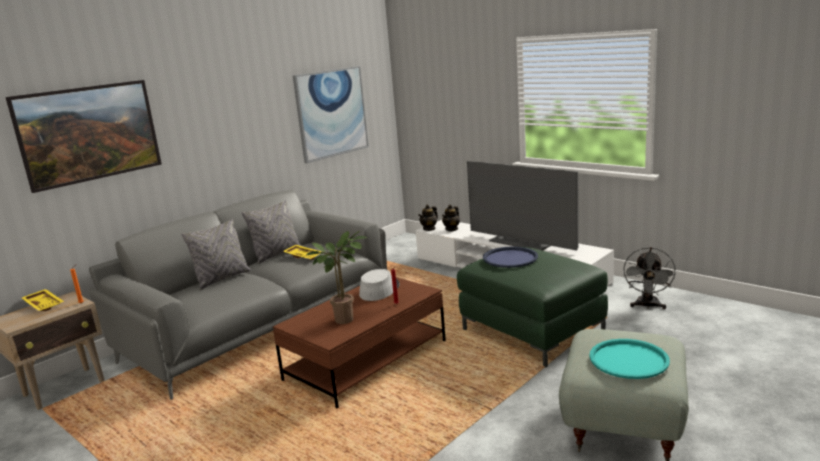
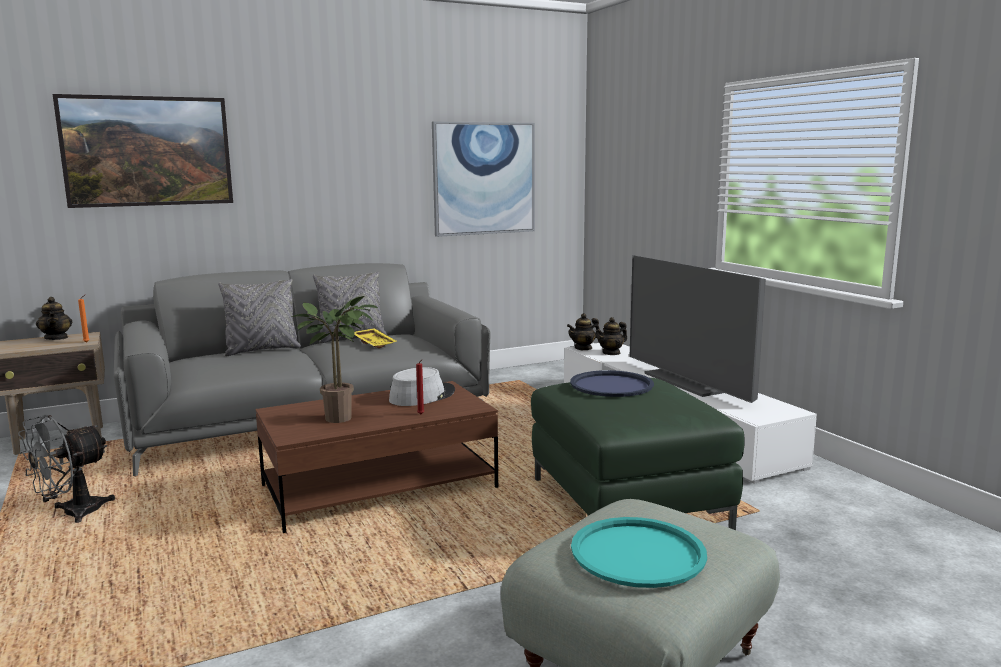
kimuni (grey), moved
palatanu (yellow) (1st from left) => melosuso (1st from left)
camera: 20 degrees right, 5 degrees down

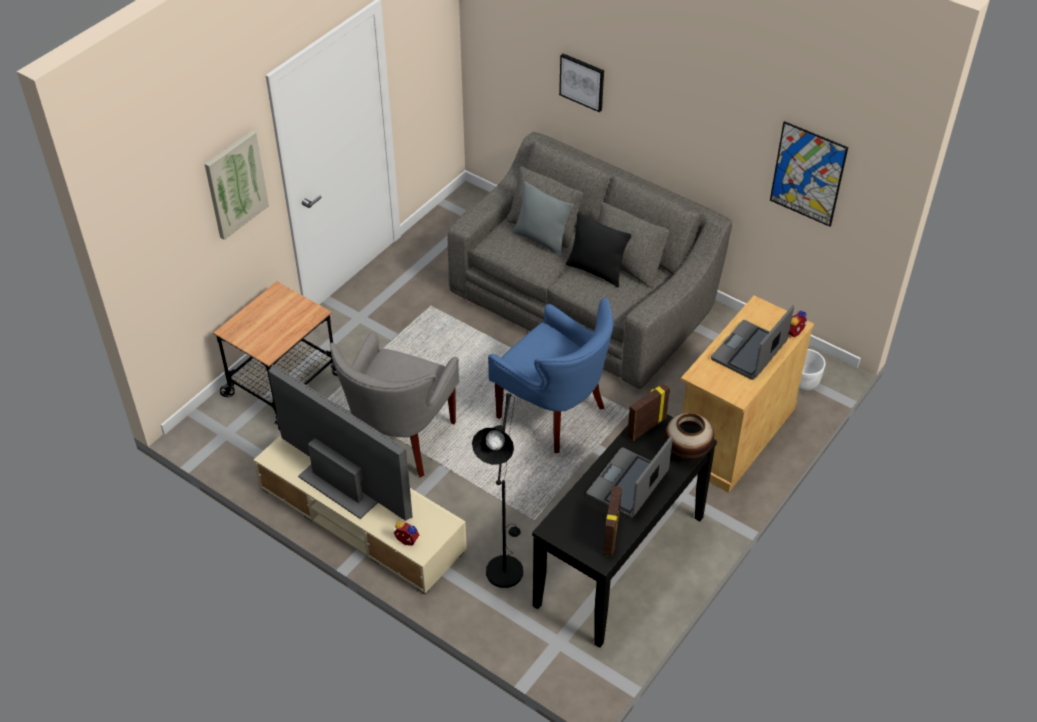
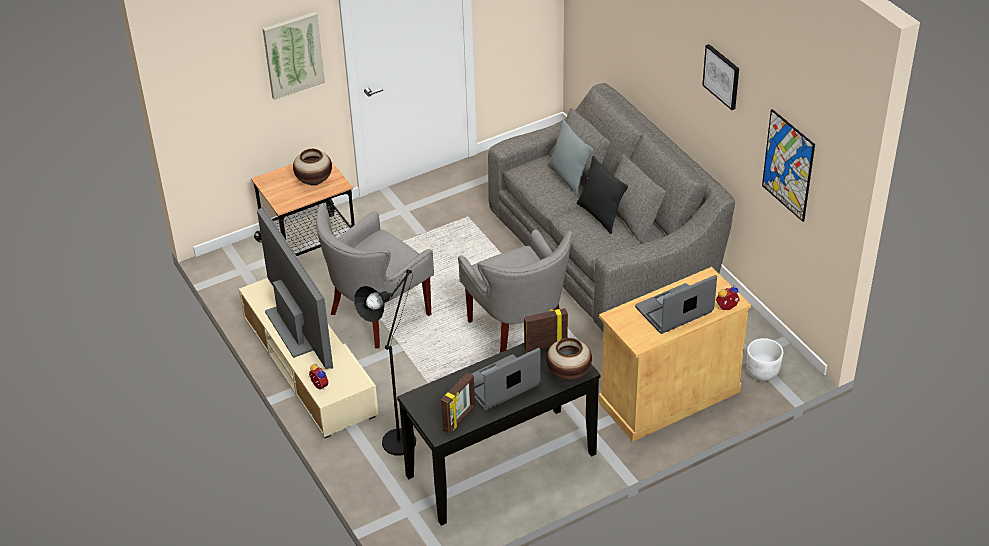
nothing => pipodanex (1st from left)
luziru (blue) => luziru (grey) (2nd from left)
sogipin (2nd from left), moved
camera: 25 degrees right, 5 degrees down

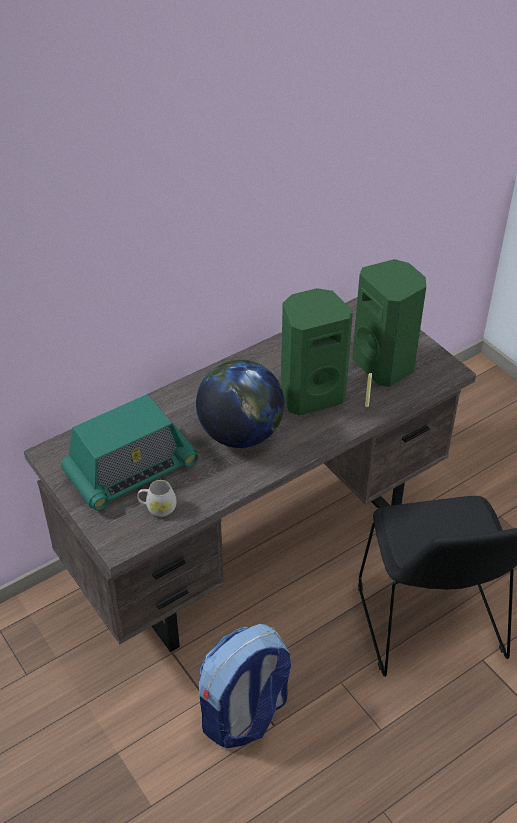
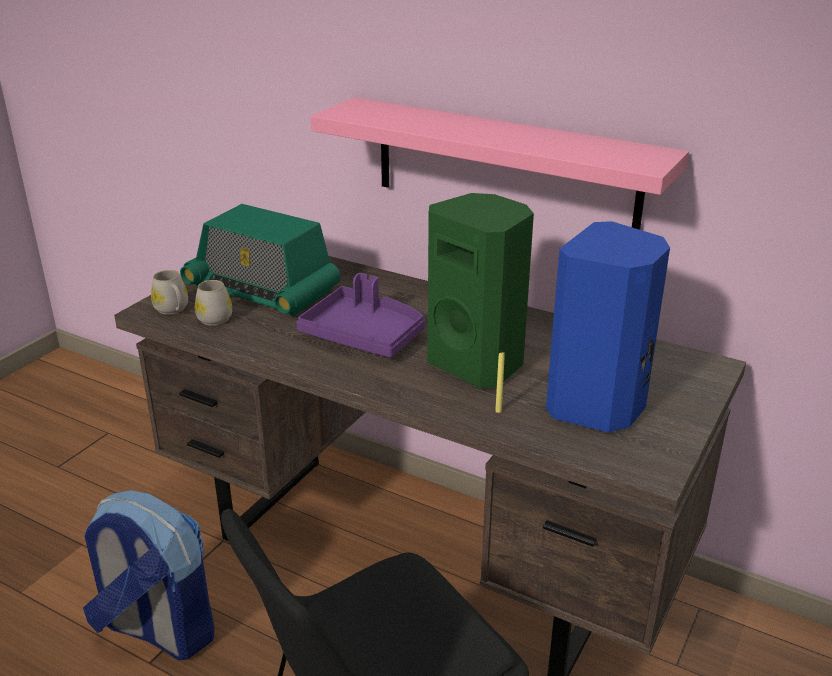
nothing => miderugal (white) (1st from left)
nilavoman => palatanu (purple)
nothing => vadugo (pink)
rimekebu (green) (2nd from left) => rimekebu (blue)
camera: 65 degrees right, 15 degrees down

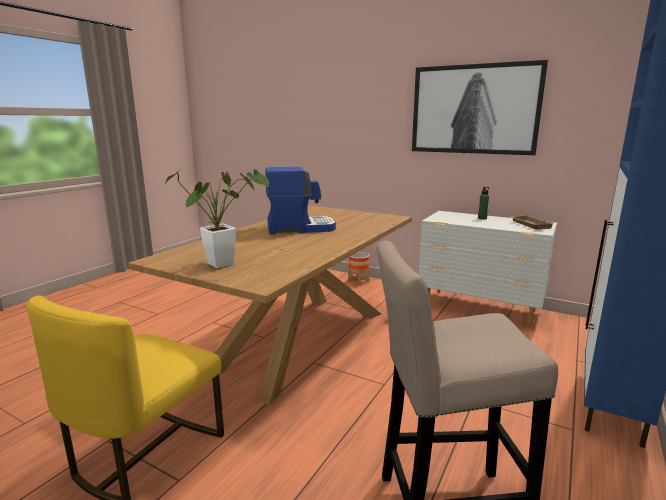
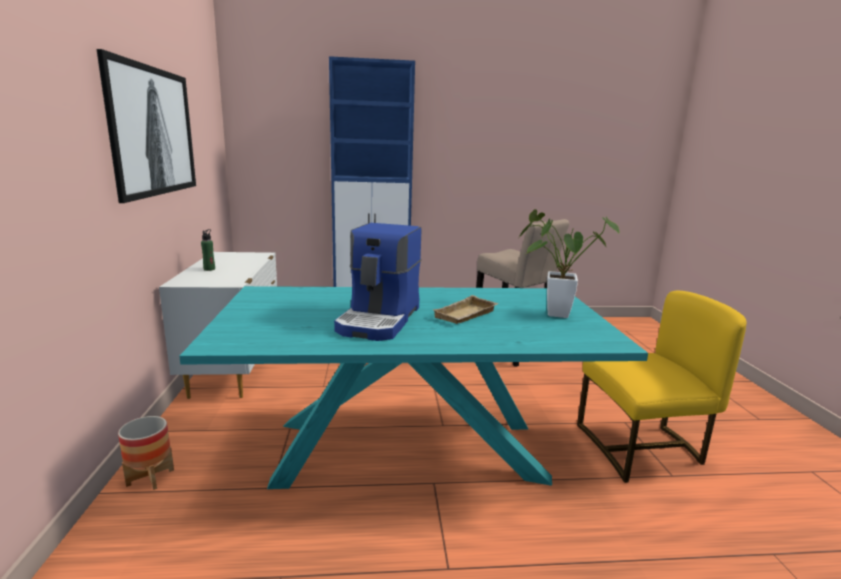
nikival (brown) => nikival (turquoise)
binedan, 120 degrees counterclockwise
palatanu (beige), moved
camera: 125 degrees left, 0 degrees up

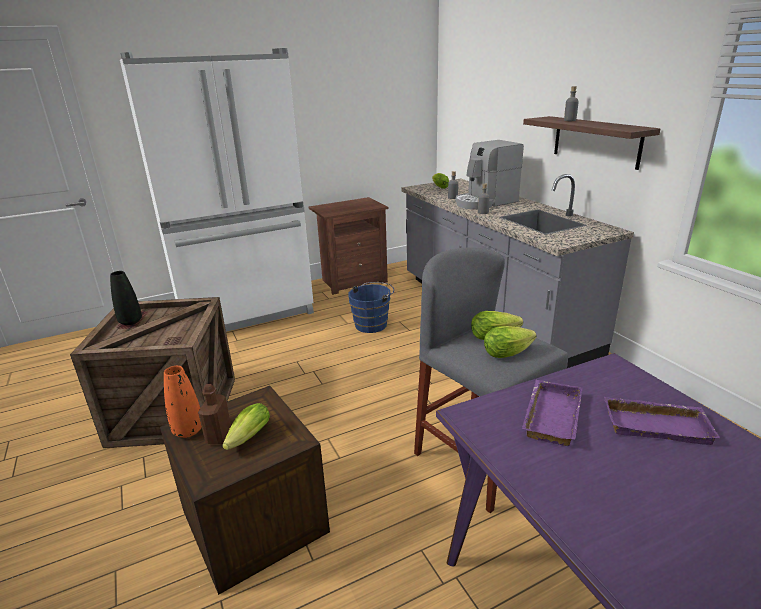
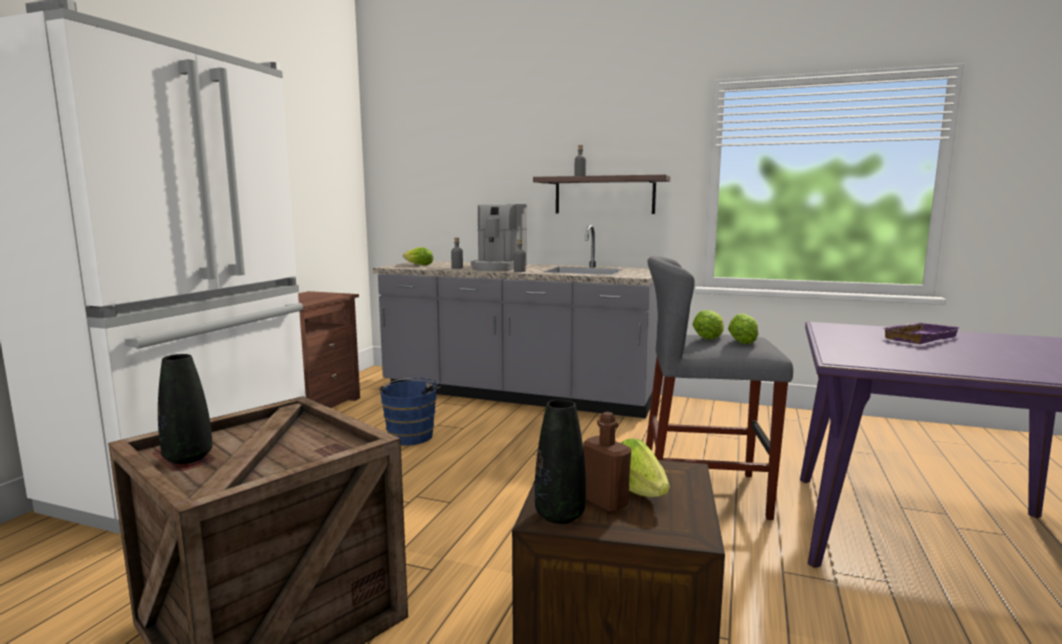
pipodanex (orange) => pipodanex (black) (2nd from left)
palatanu (purple) (1st from left) => nothing
camera: 45 degrees left, 15 degrees down

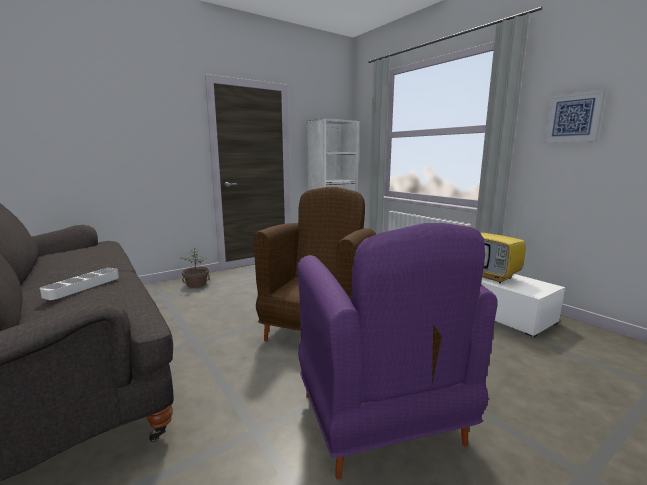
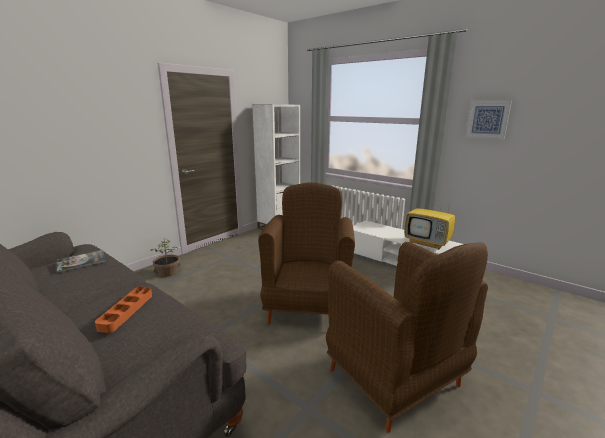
nothing => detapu
palatanu (white) => palatanu (orange)
luziru (purple) => luziru (brown) (2nd from left)
camera: 15 degrees left, 5 degrees up

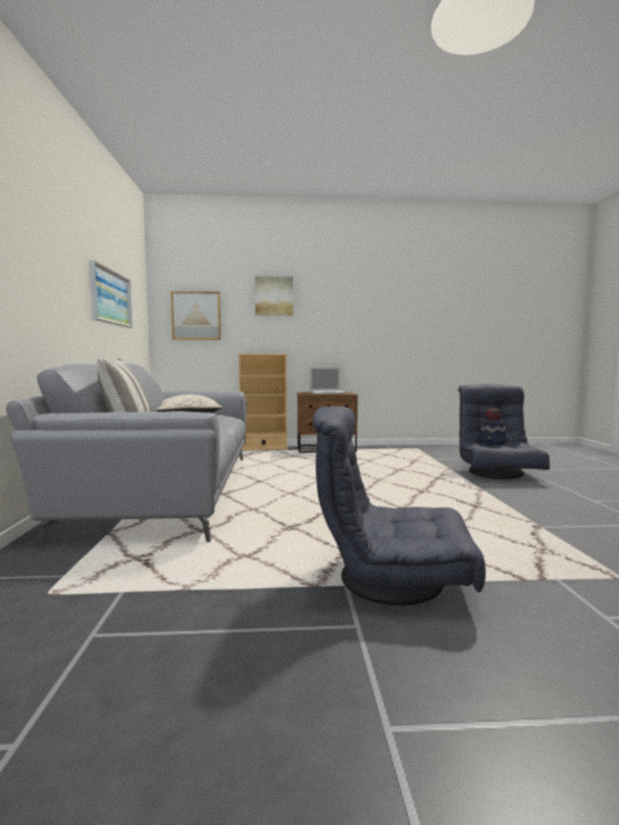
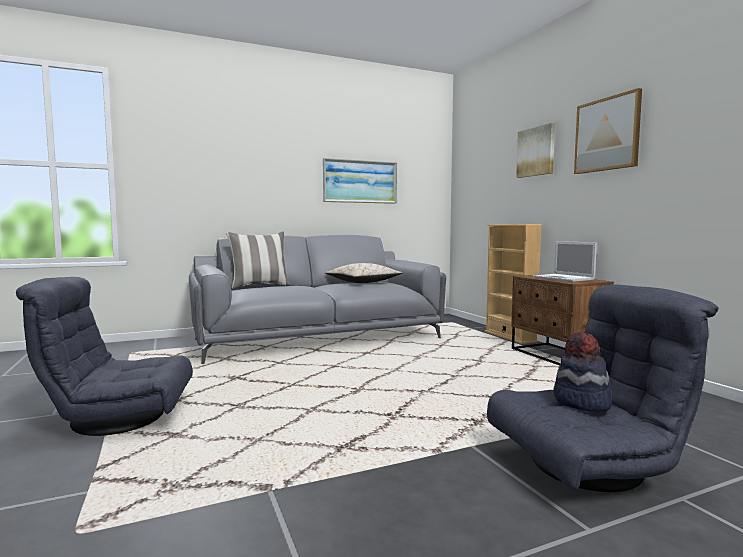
luziru (grey) (1st from left), 90 degrees counterclockwise
sogipin (2nd from left in the first image) => sogipin (3rd from left), moved
camera: 70 degrees right, 0 degrees up

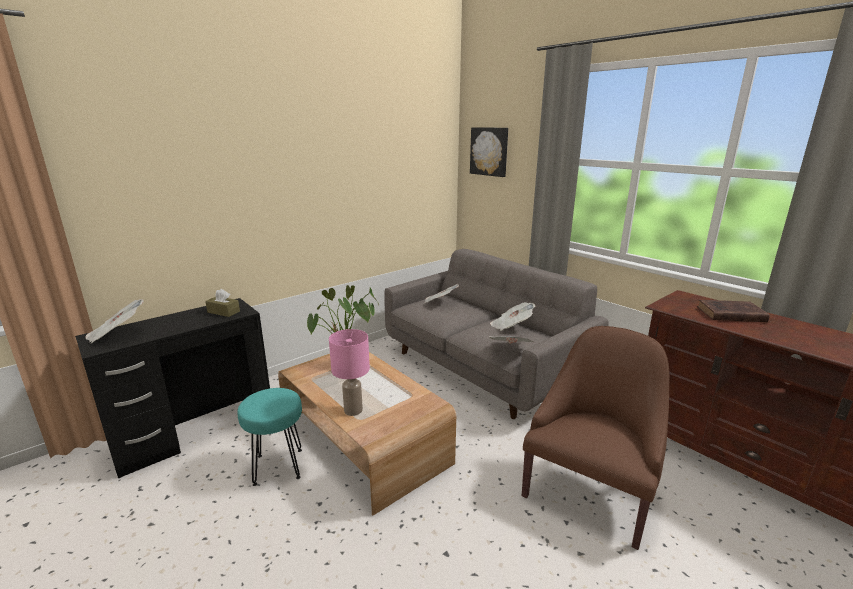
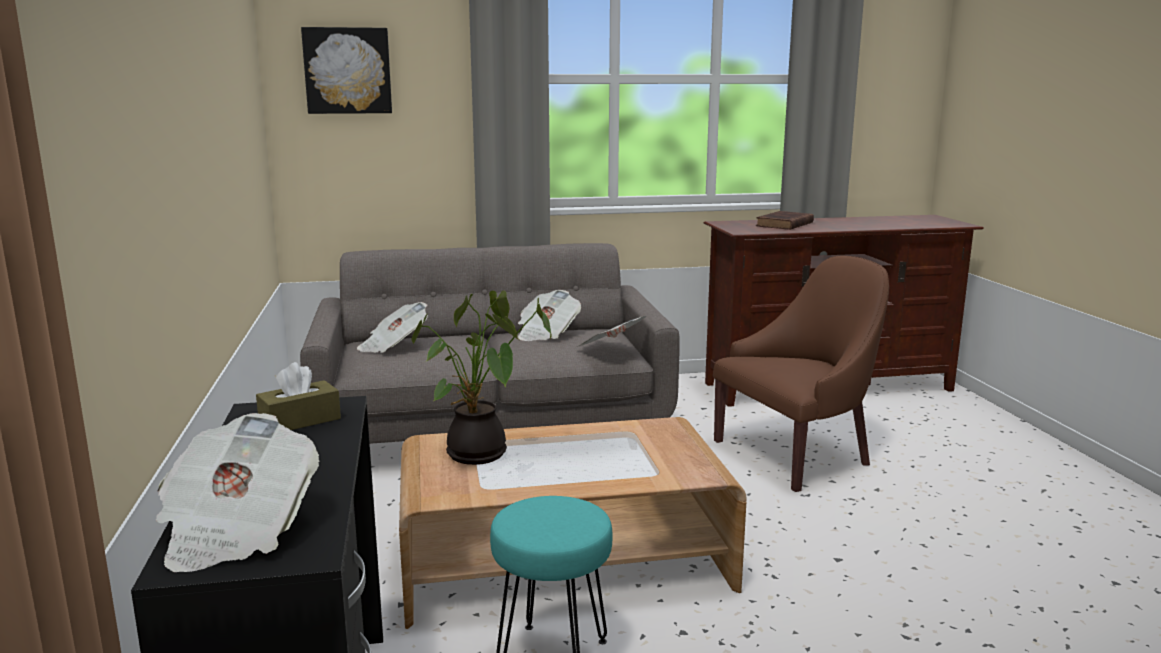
luziru (brown), 90 degrees clockwise
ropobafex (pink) => nothing
camera: 60 degrees left, 5 degrees down

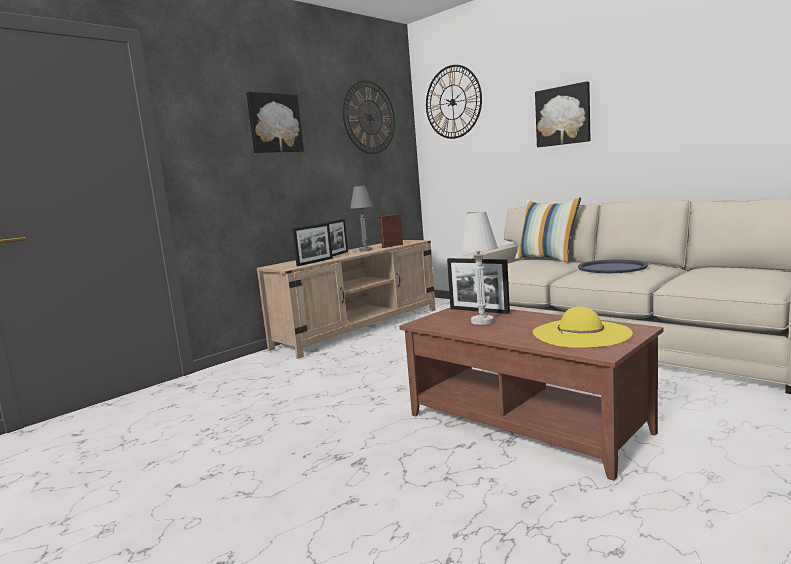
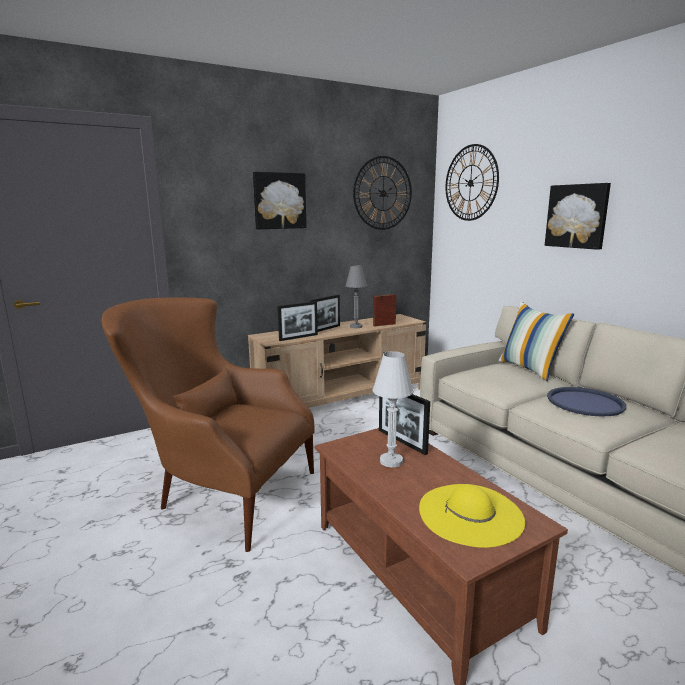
nothing => luziru (brown)
camera: 15 degrees right, 5 degrees up

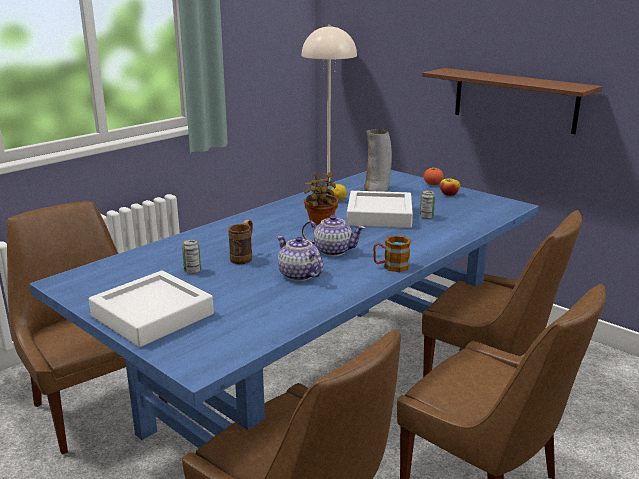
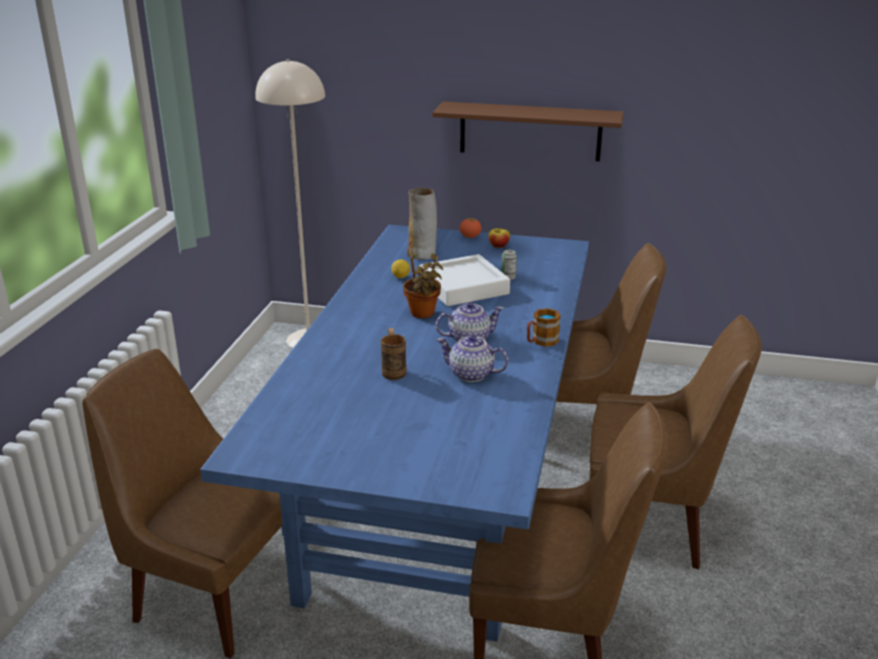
palatanu (white) (1st from left) => nothing
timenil (1st from left) => nothing
camera: 30 degrees left, 5 degrees up

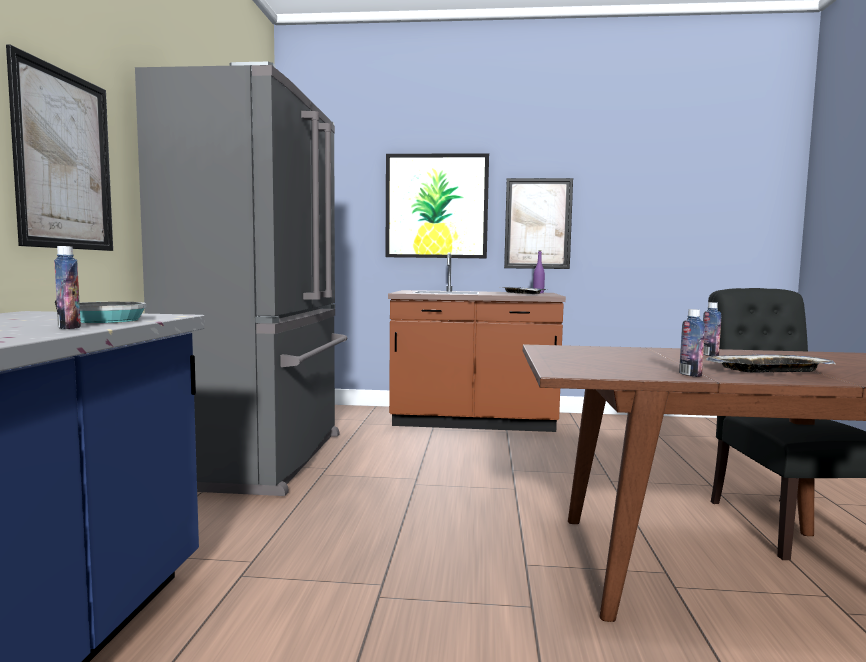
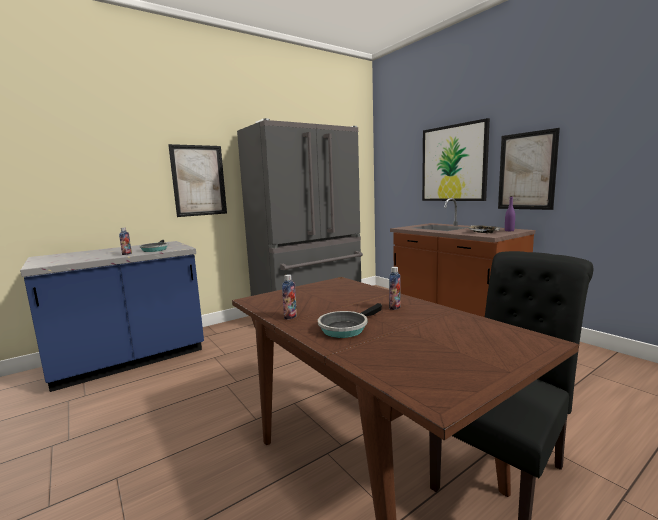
palatanu (2nd from left) => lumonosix (2nd from left)
camera: 50 degrees right, 5 degrees up

